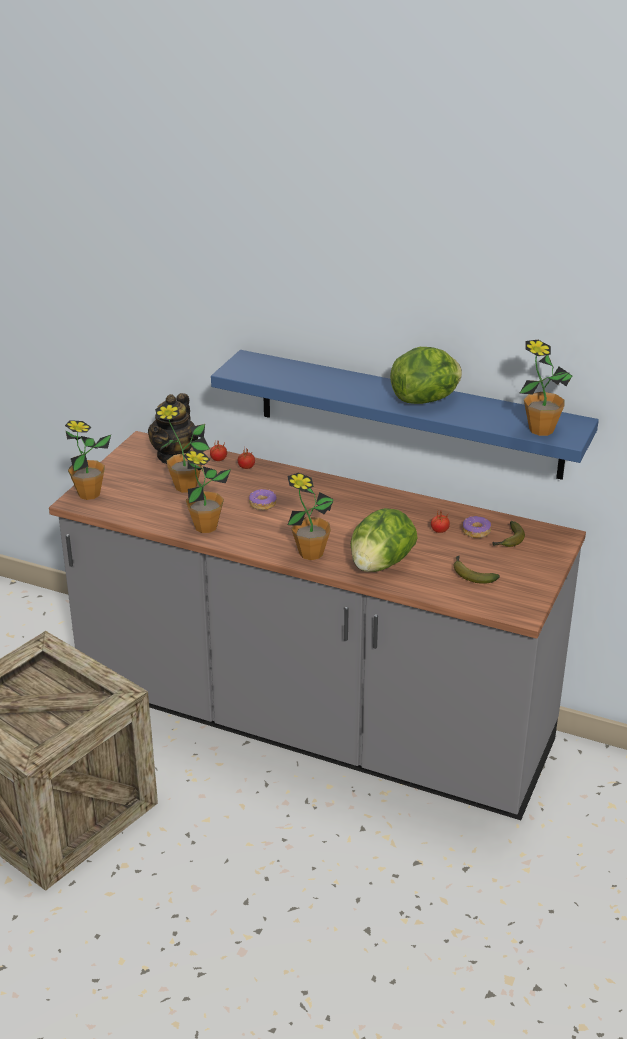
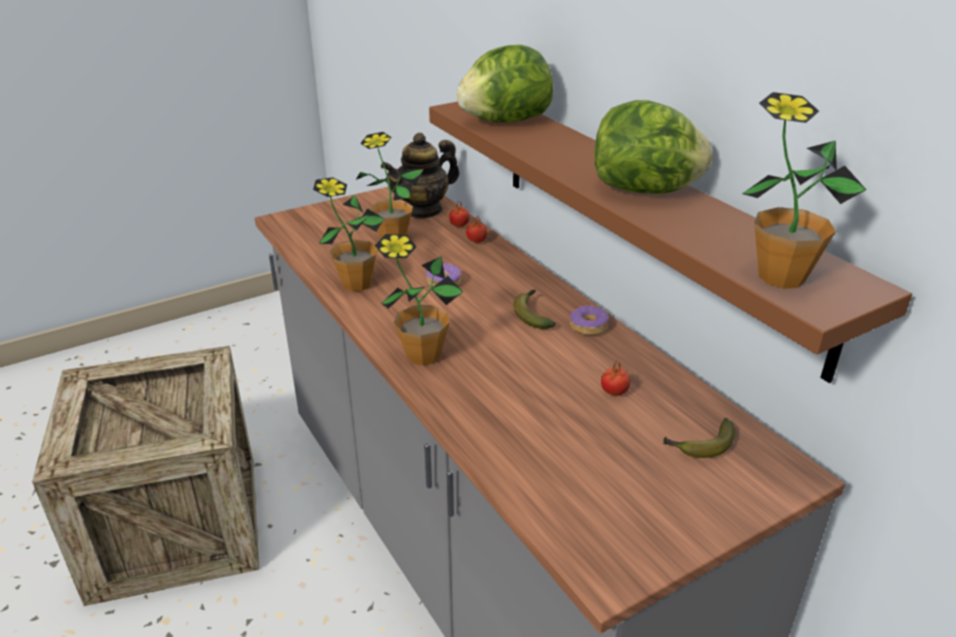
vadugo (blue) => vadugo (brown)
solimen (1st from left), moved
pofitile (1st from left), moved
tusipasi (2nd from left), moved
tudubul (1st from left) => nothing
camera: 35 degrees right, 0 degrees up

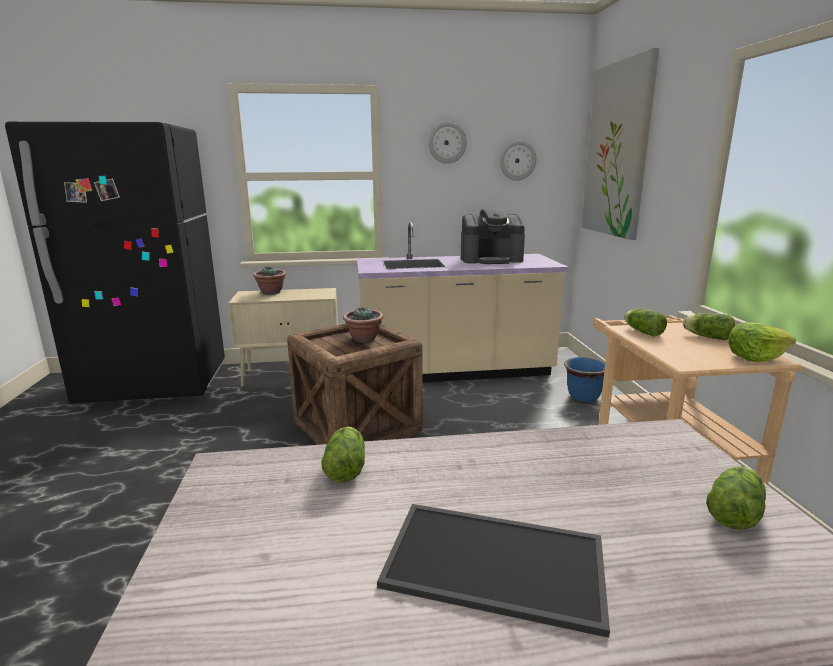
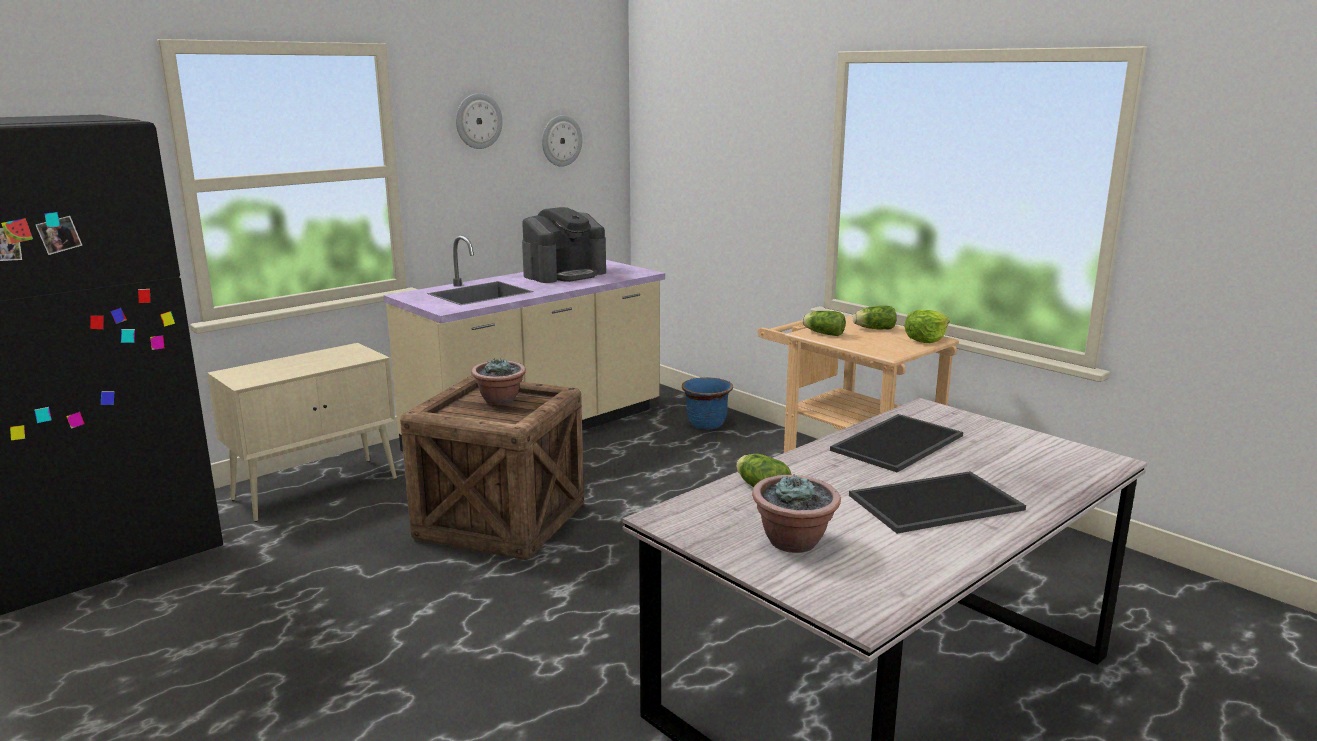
tudubul (1st from left in the first image) => tudubul (2nd from left), moved
nothing => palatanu (1st from left)
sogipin => nothing
solimen (4th from left) => nothing
camera: 35 degrees left, 0 degrees up

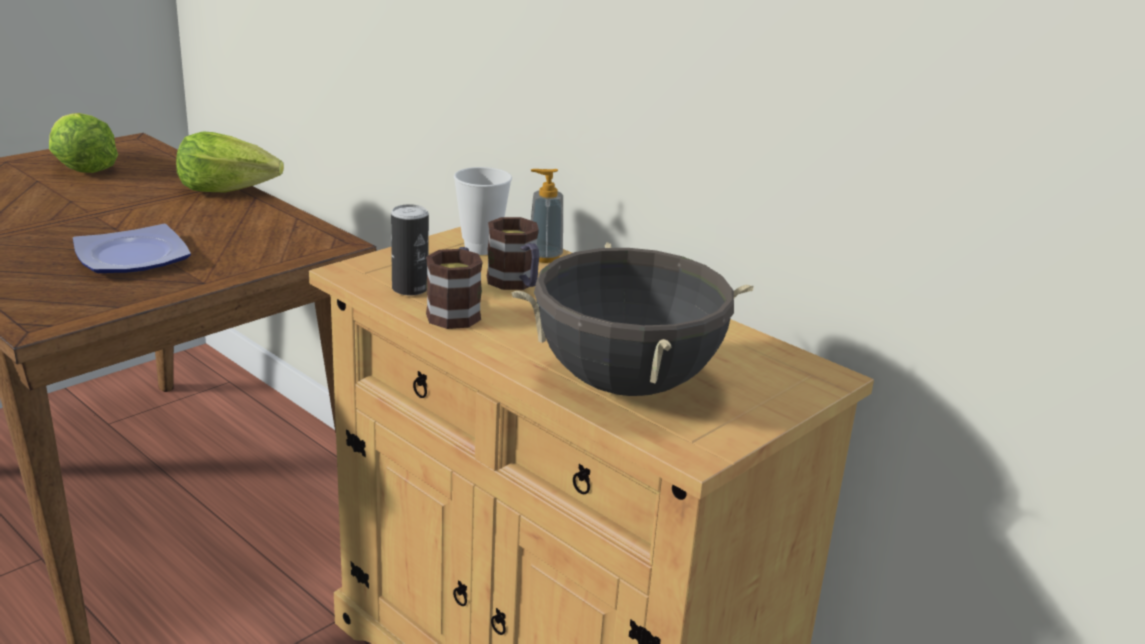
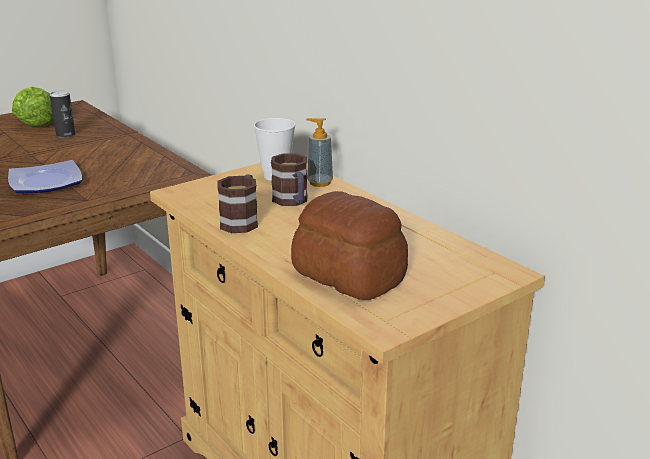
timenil, moved
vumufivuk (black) => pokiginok
solimen (2nd from left) => nothing
camera: 10 degrees right, 0 degrees up

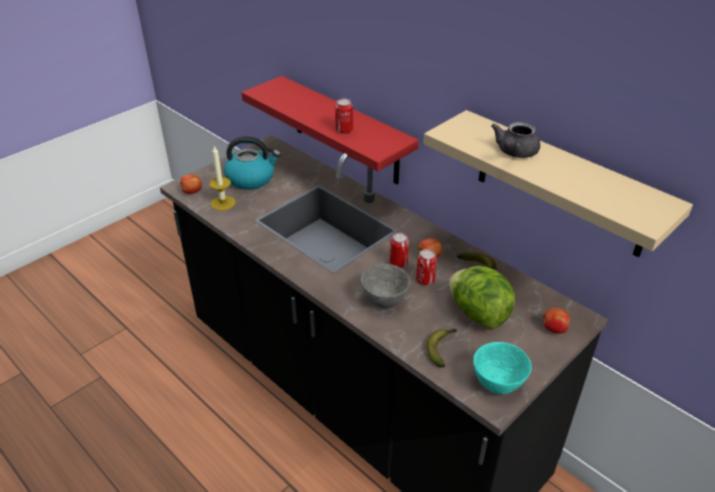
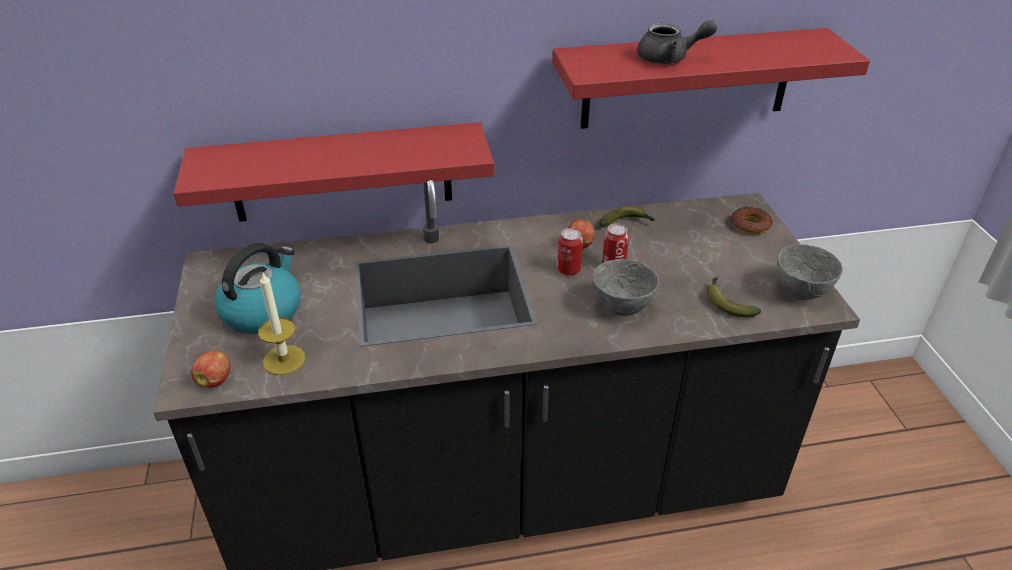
vadugo (beige) => vadugo (red) (2nd from left)
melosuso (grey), 60 degrees counterclockwise
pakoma (3rd from left) => tusipasi
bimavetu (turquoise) => bimavetu (grey) (2nd from left)
timenil (1st from left) => nothing
solimen => nothing
camera: 55 degrees left, 0 degrees up

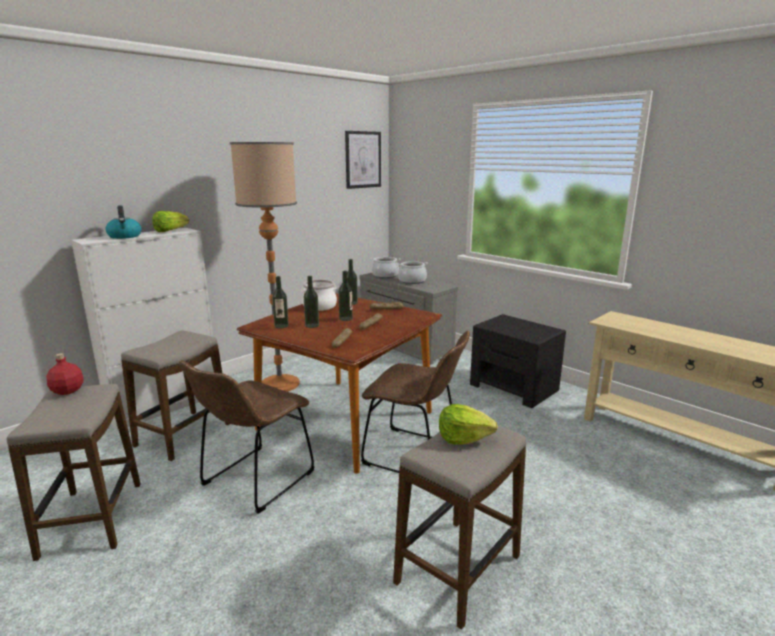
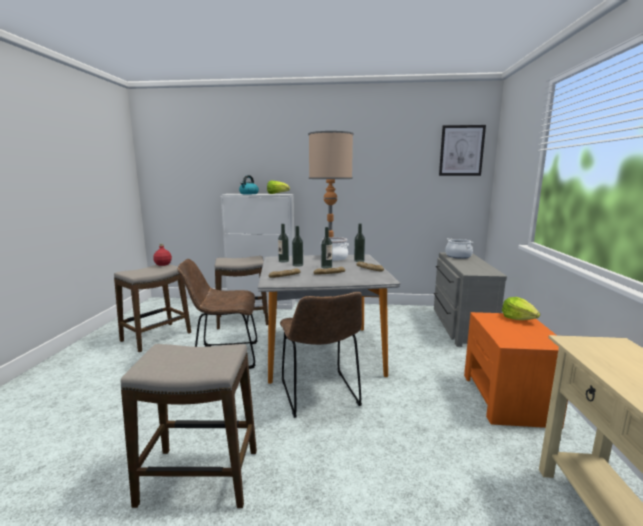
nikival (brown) => nikival (grey)
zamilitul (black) => zamilitul (orange)
solimen (2nd from left), moved
vumufivuk (3rd from left) => nothing
camera: 50 degrees right, 5 degrees down

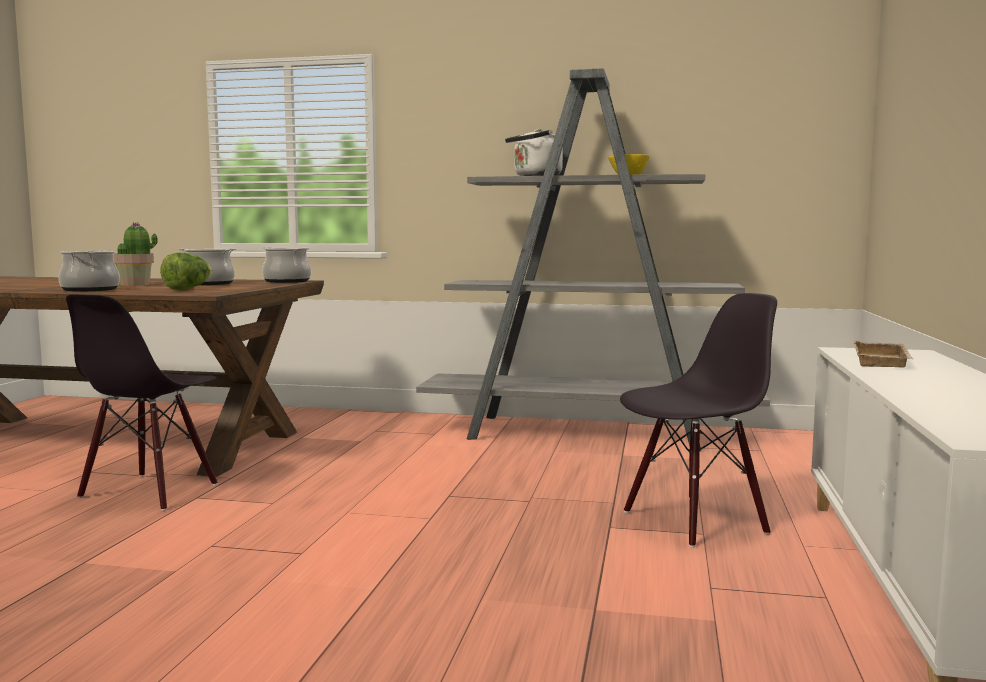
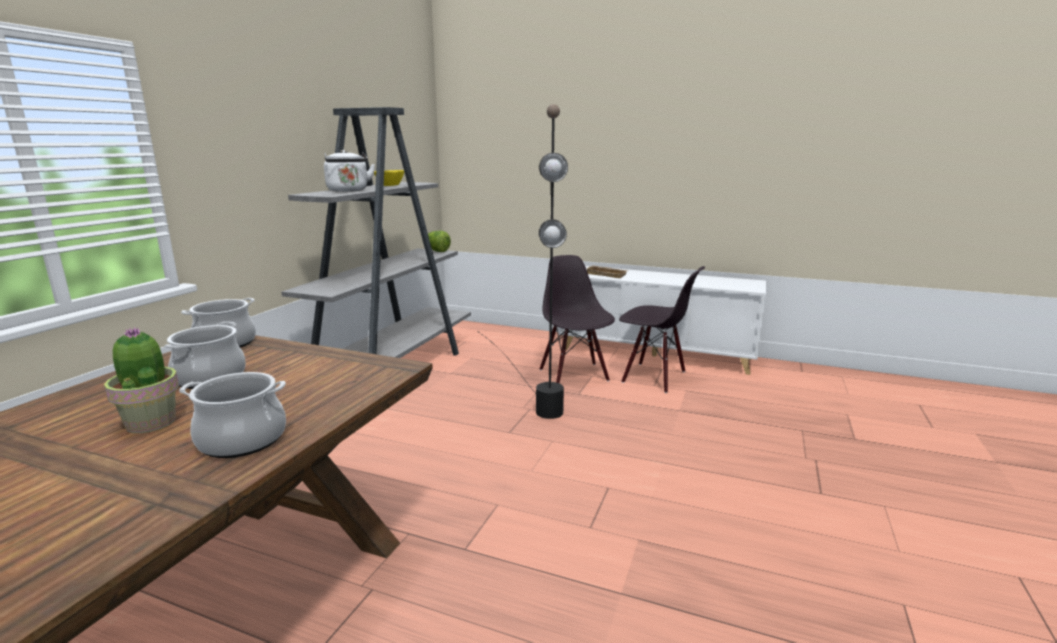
solimen, moved
nothing => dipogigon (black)
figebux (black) (1st from left in the first image) => figebux (black) (2nd from left), moved
camera: 80 degrees left, 10 degrees up

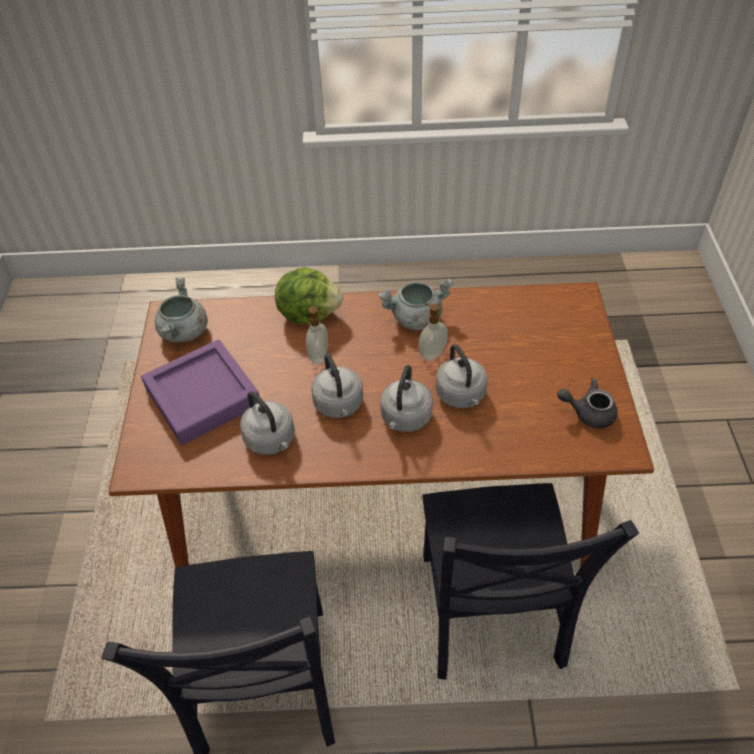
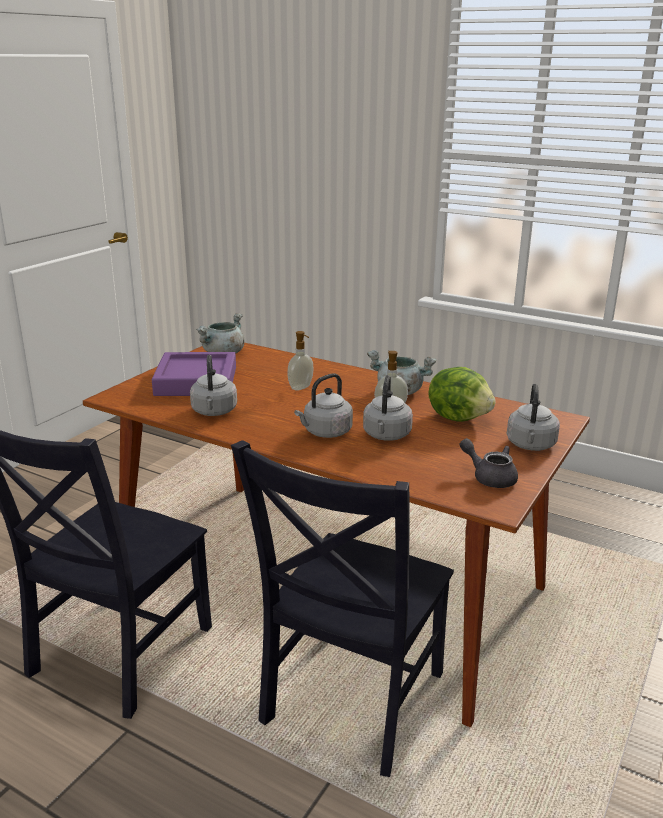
solimen, moved
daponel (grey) (2nd from left in the first image) => daponel (grey) (4th from left), moved
camera: 30 degrees right, 25 degrees down

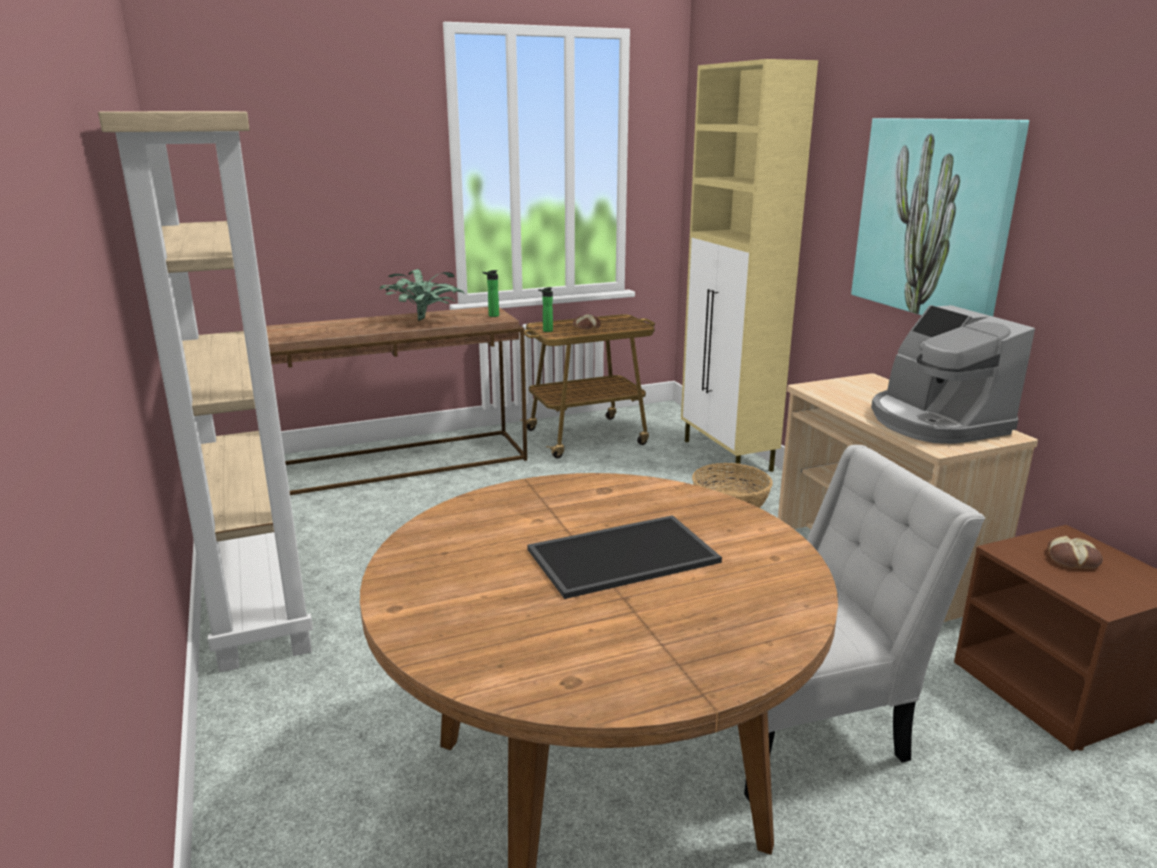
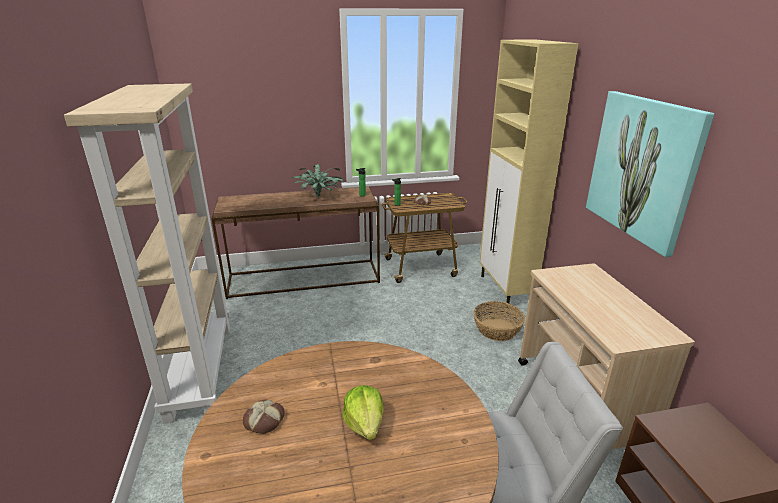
pokiginok (2nd from left in the first image) => pokiginok (1st from left), moved
palatanu => solimen
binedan => nothing
camera: 10 degrees right, 5 degrees up

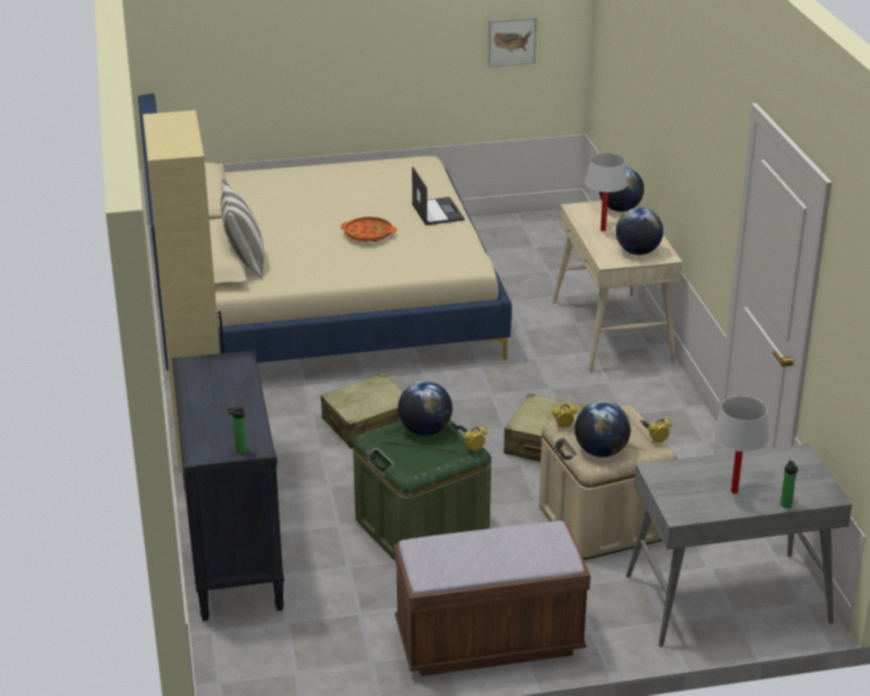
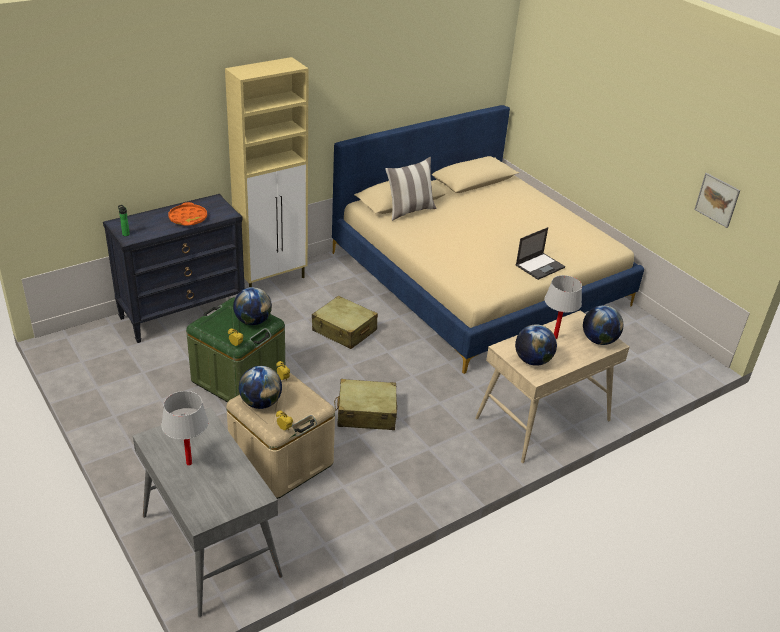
palatanu (orange), moved
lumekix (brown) => nothing
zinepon (2nd from left) => nothing
camera: 65 degrees right, 5 degrees up

